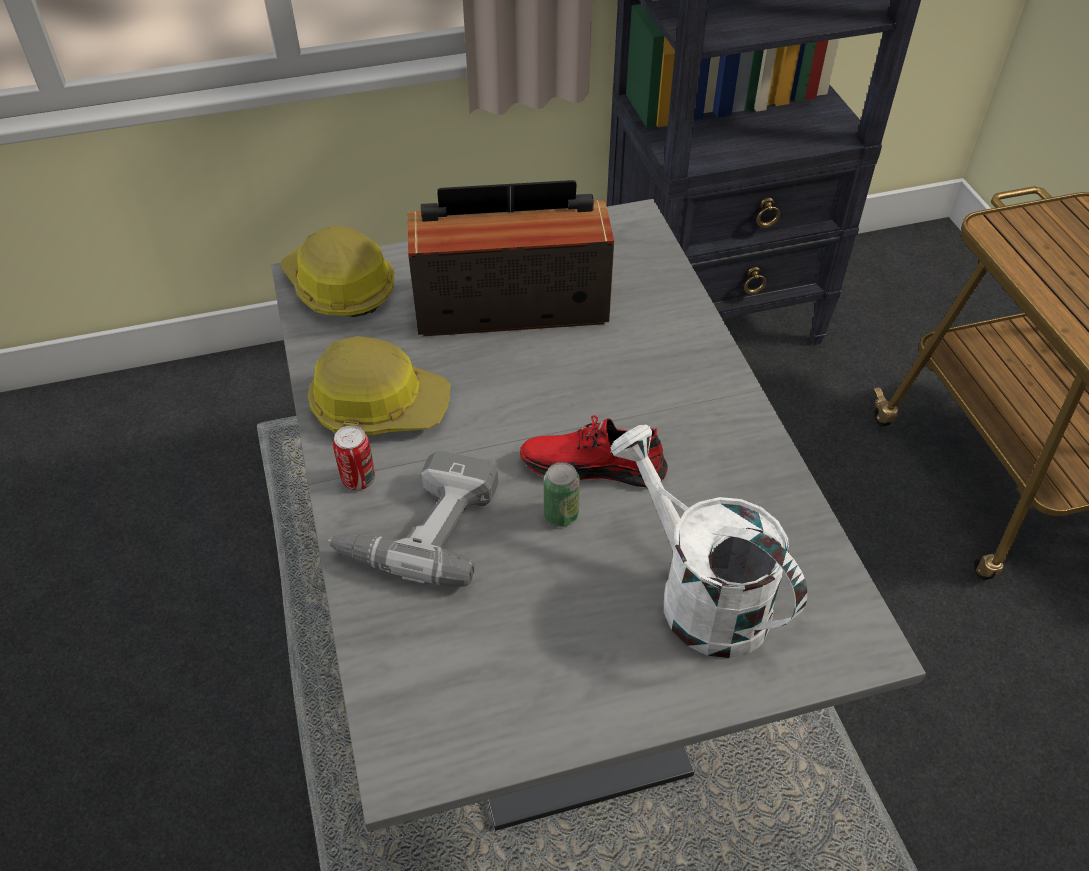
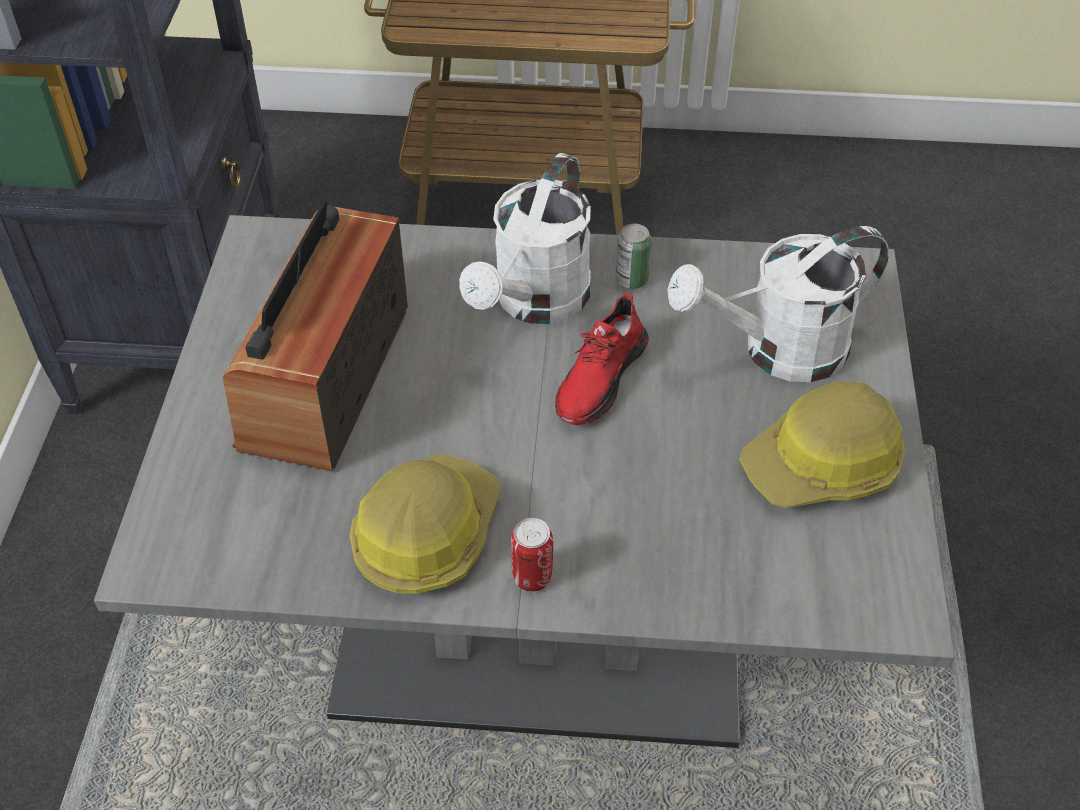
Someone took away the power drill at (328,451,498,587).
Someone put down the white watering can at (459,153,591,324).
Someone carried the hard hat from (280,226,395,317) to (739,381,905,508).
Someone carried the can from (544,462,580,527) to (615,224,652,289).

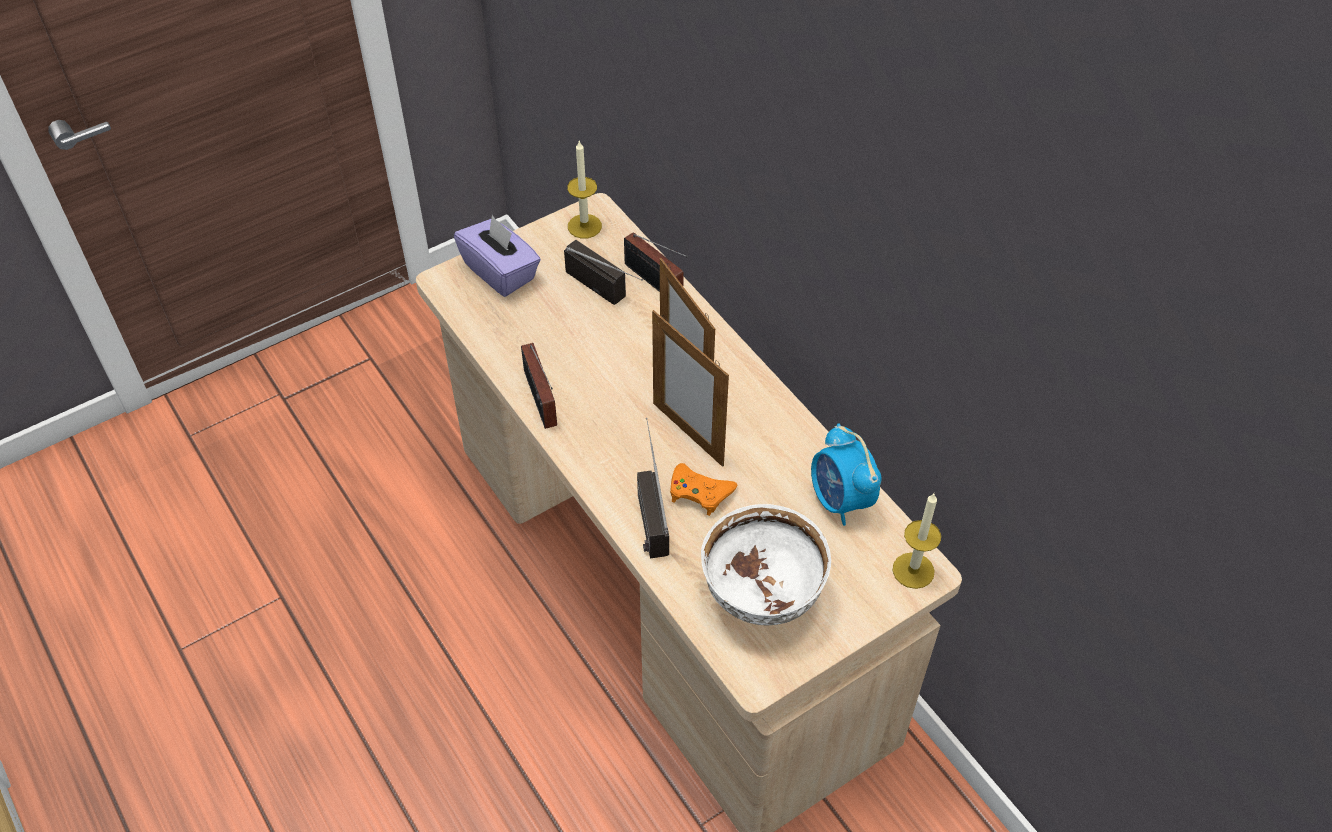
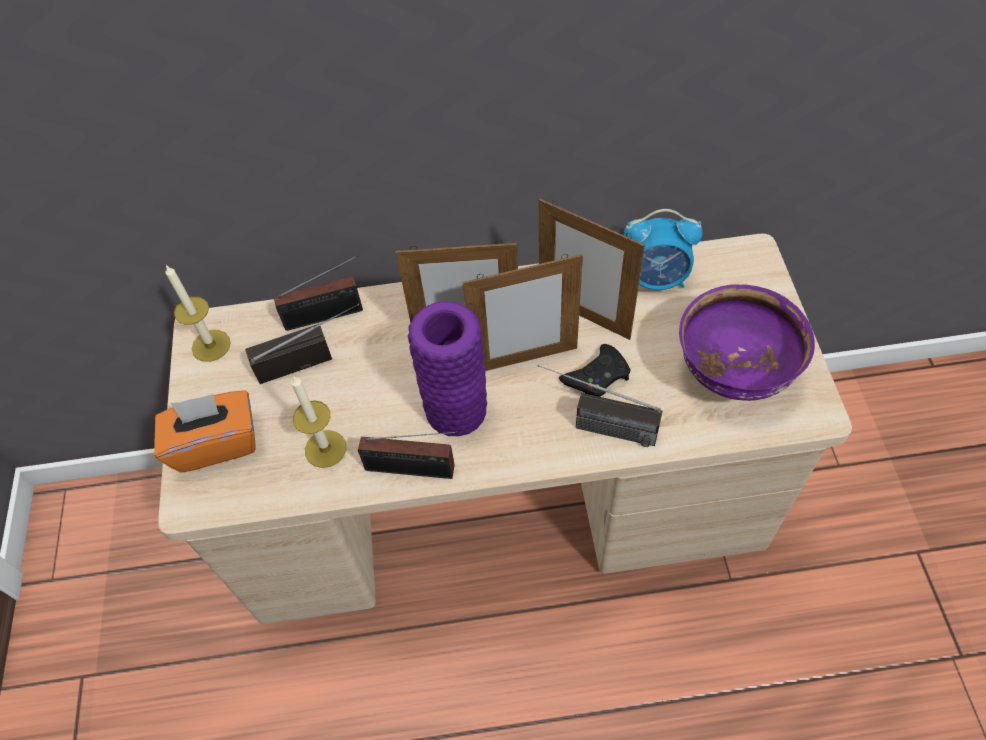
Someone put down the purple vase at (408,301,487,436).
Someone put down the picture frame at (539,199,645,340).
Someone carried the candle from (893,493,941,589) to (291,375,346,468).
Someone repainted the purple tissue box at (454,215,541,297), which became the orange tissue box at (154,390,256,472).
Someone repainted the orange game controller at (670,463,737,516), which became the black game controller at (559,344,630,397).
Someone repainted the white bowl at (701,504,831,626), which became the purple bowl at (679,284,815,401).

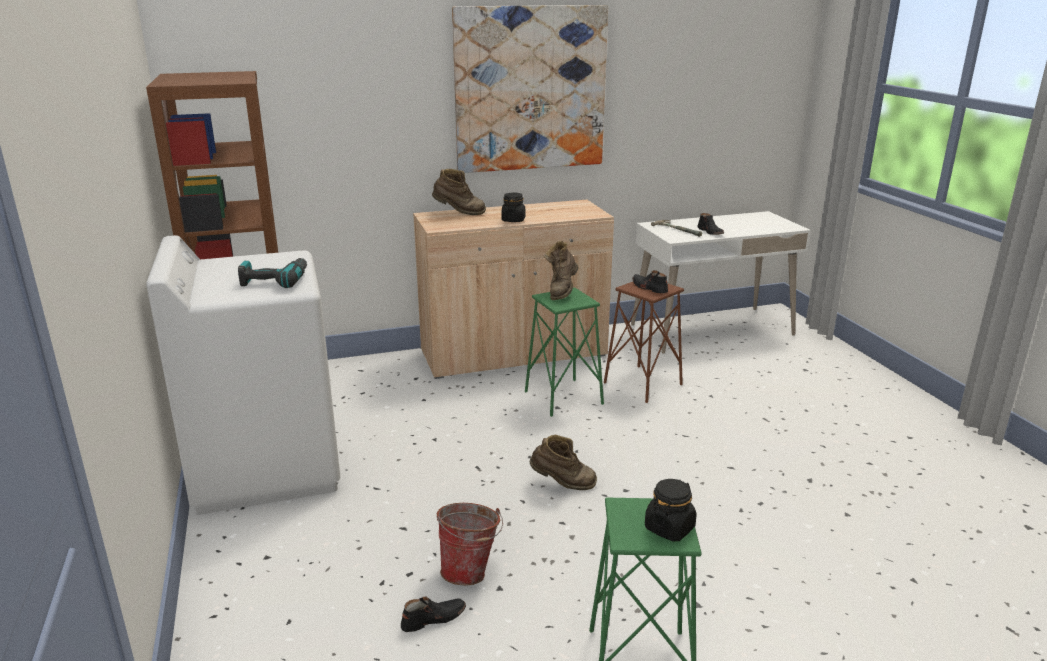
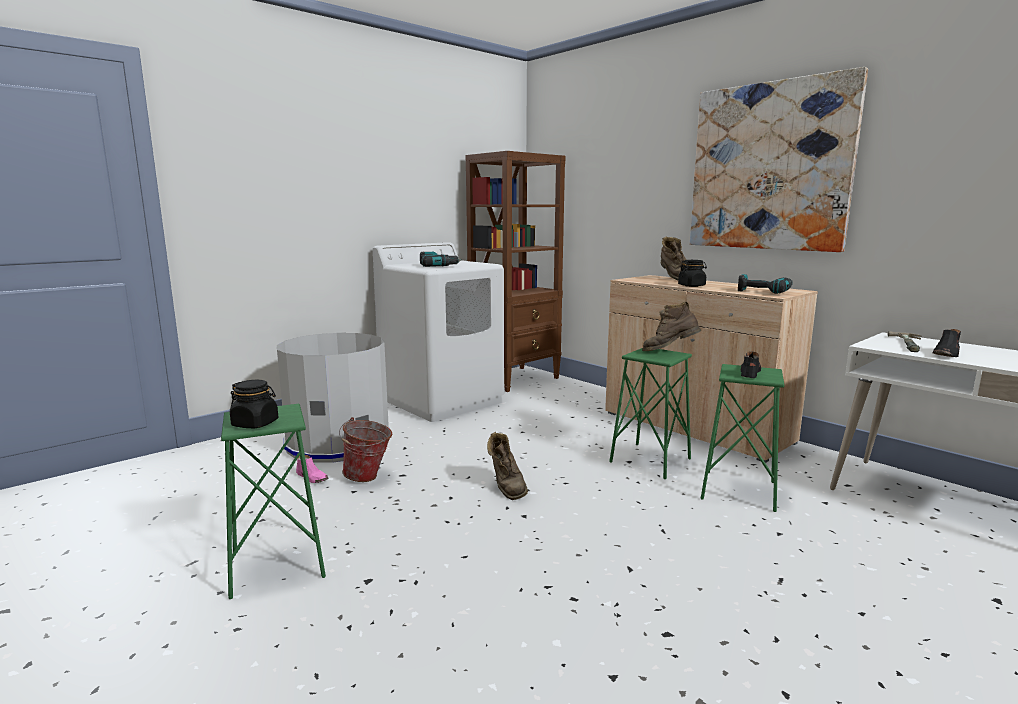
Someone put down the grey trash can at (277,333,390,463).
Someone put down the power drill at (738,274,793,294).
Someone repainted the black shoe at (401,597,466,632), which became the pink shoe at (296,455,328,483).
Someone repainted the brown stool at (604,282,684,403), which became the green stool at (701,364,784,512).

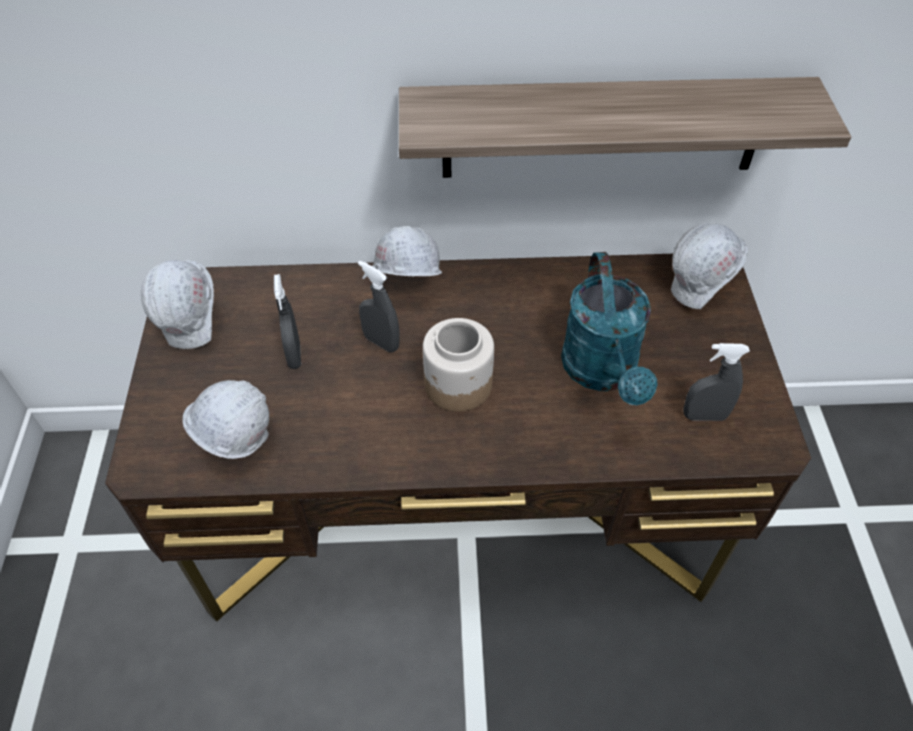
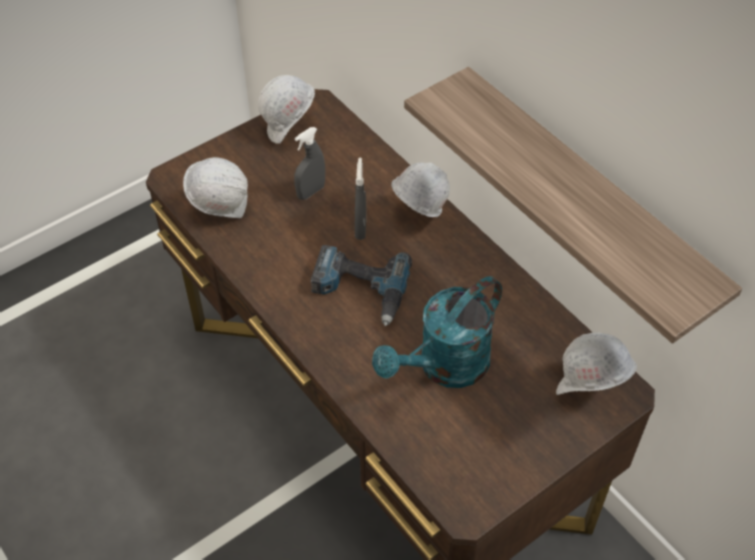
Someone took away the grey spray bottle at (683,343,750,421).
Someone swapped the jar at (423,318,494,412) for the power drill at (311,245,412,326).

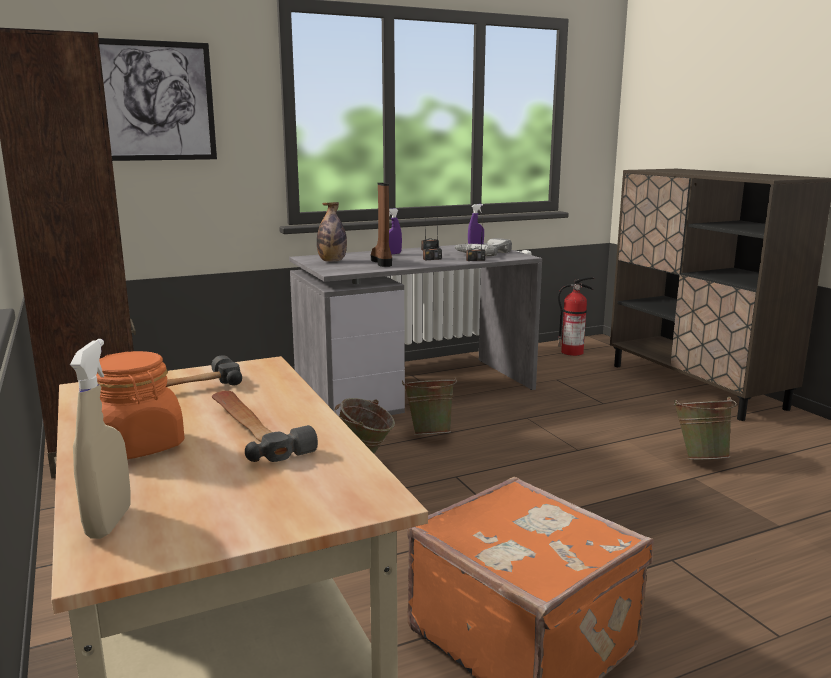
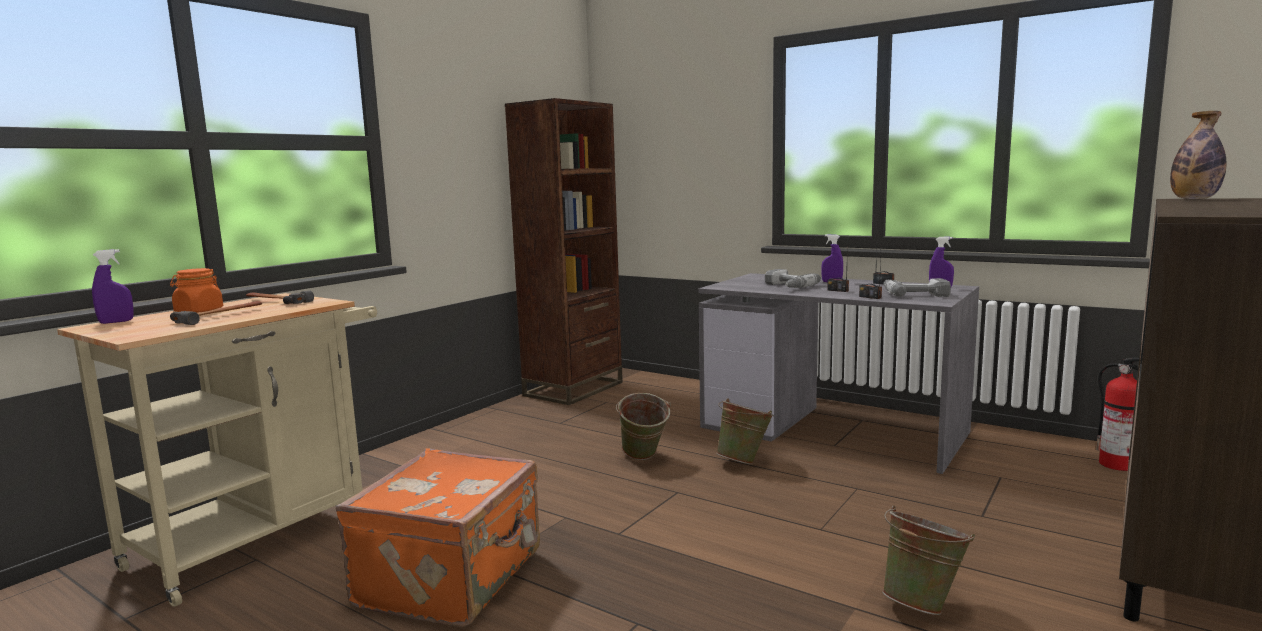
Someone took away the picture at (99,38,217,161).
Someone carried the bottle from (317,202,347,262) to (1170,111,1227,199).
Someone swapped the brown boot at (371,183,392,267) for the power drill at (765,269,821,288).
Someone repainted the beige spray bottle at (70,339,131,539), which became the purple spray bottle at (92,249,134,324).

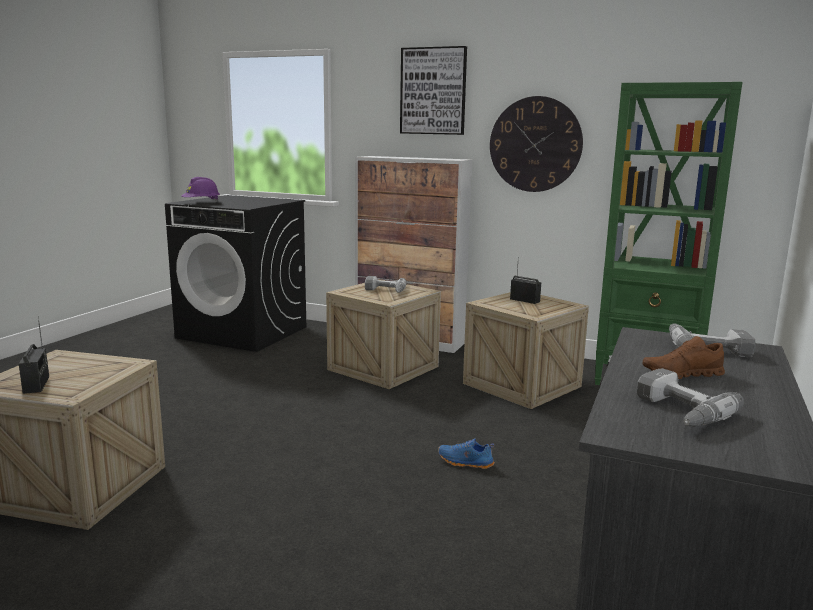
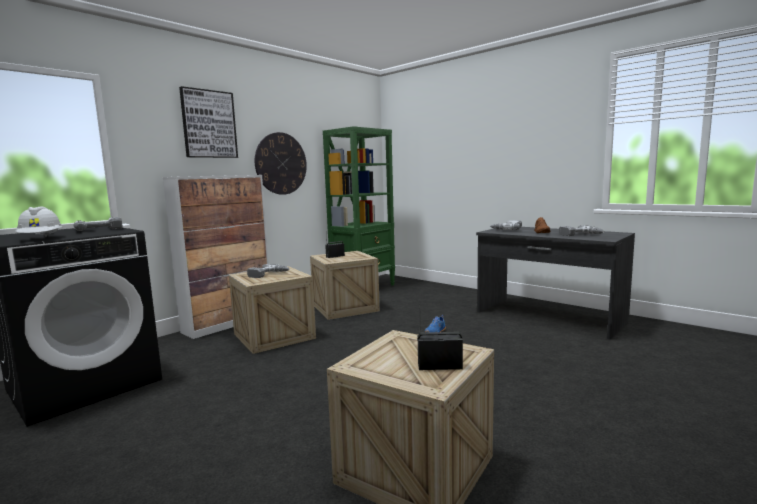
Someone put down the power drill at (73,217,123,231).
Someone repainted the purple hard hat at (181,177,220,202), which became the white hard hat at (16,206,63,237).

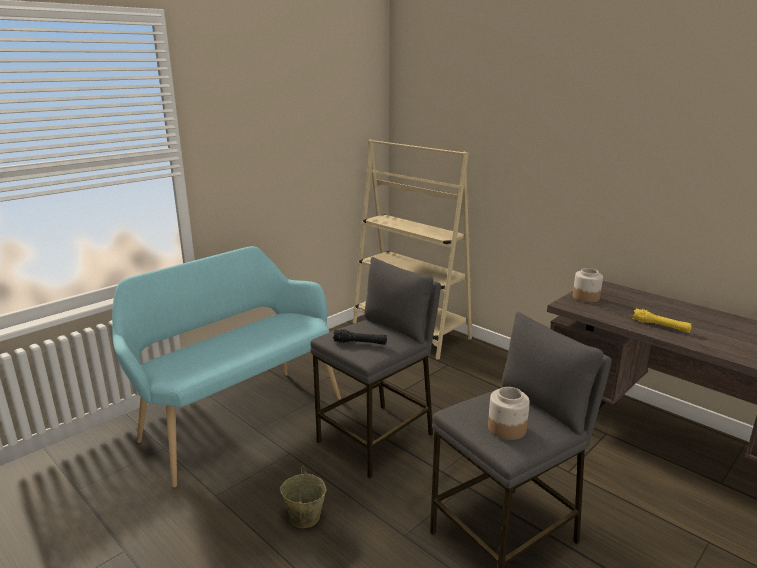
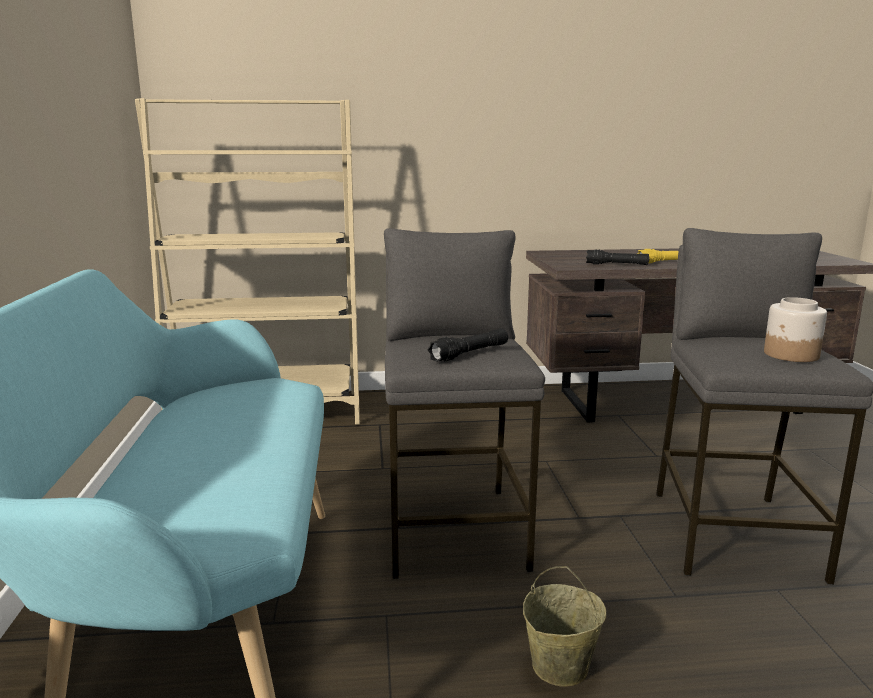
Someone took away the jar at (573,268,603,302).
Someone put down the black flashlight at (586,249,649,265).

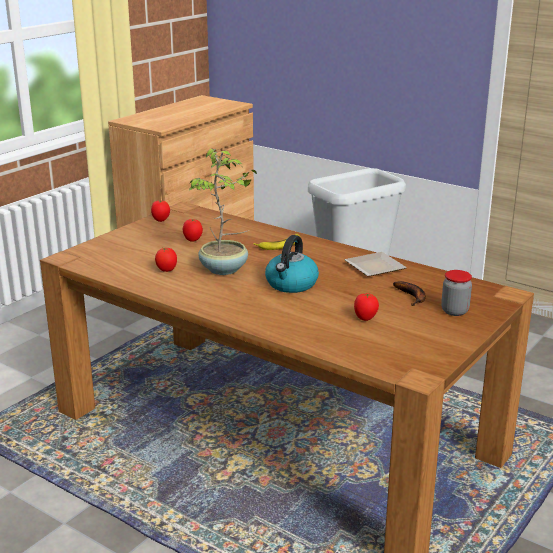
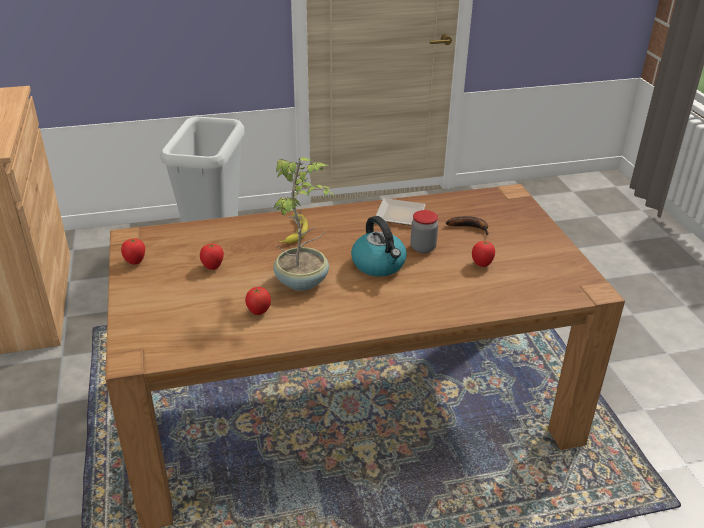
Someone carried the jar from (441,270,472,316) to (410,210,438,253).

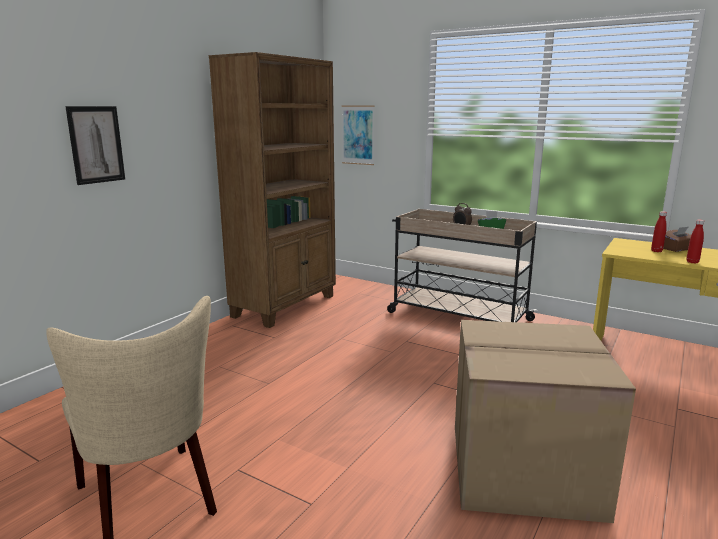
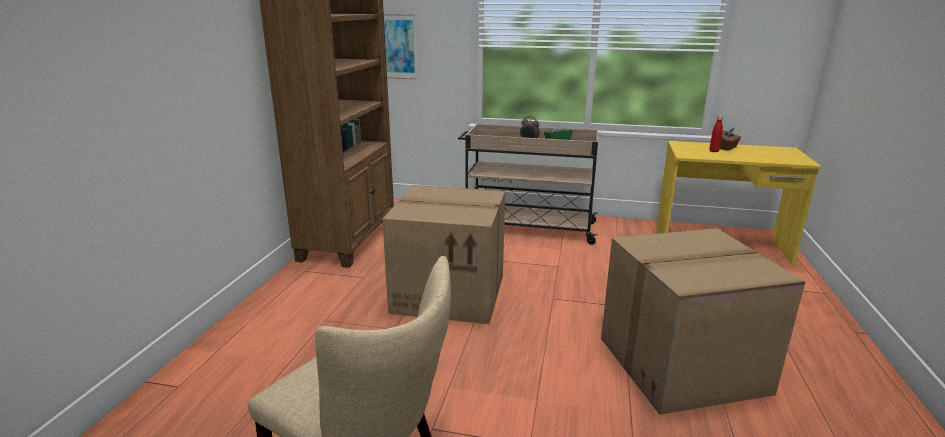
Someone took away the picture at (65,106,125,185).
Someone took away the red bottle at (686,220,704,264).
Someone put down the cardboard box at (382,185,505,324).

